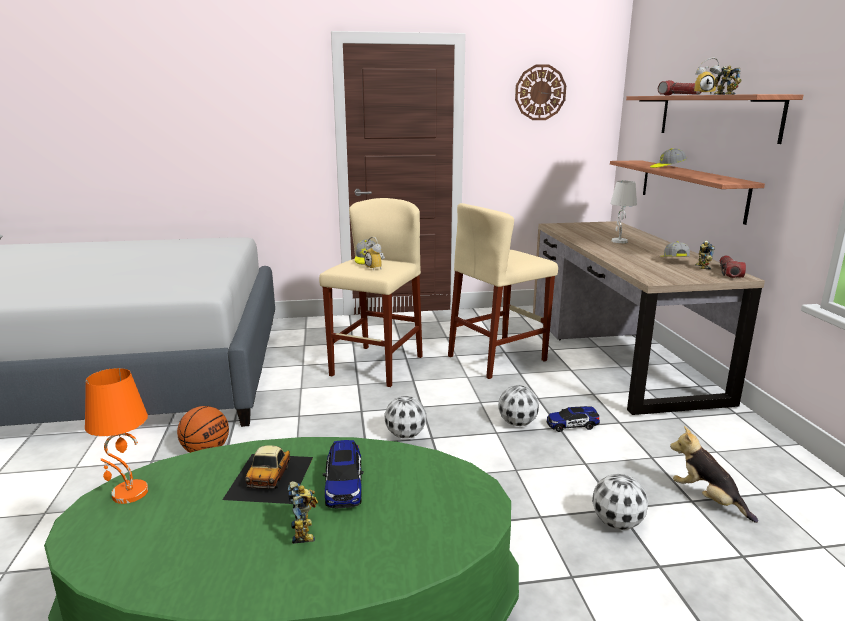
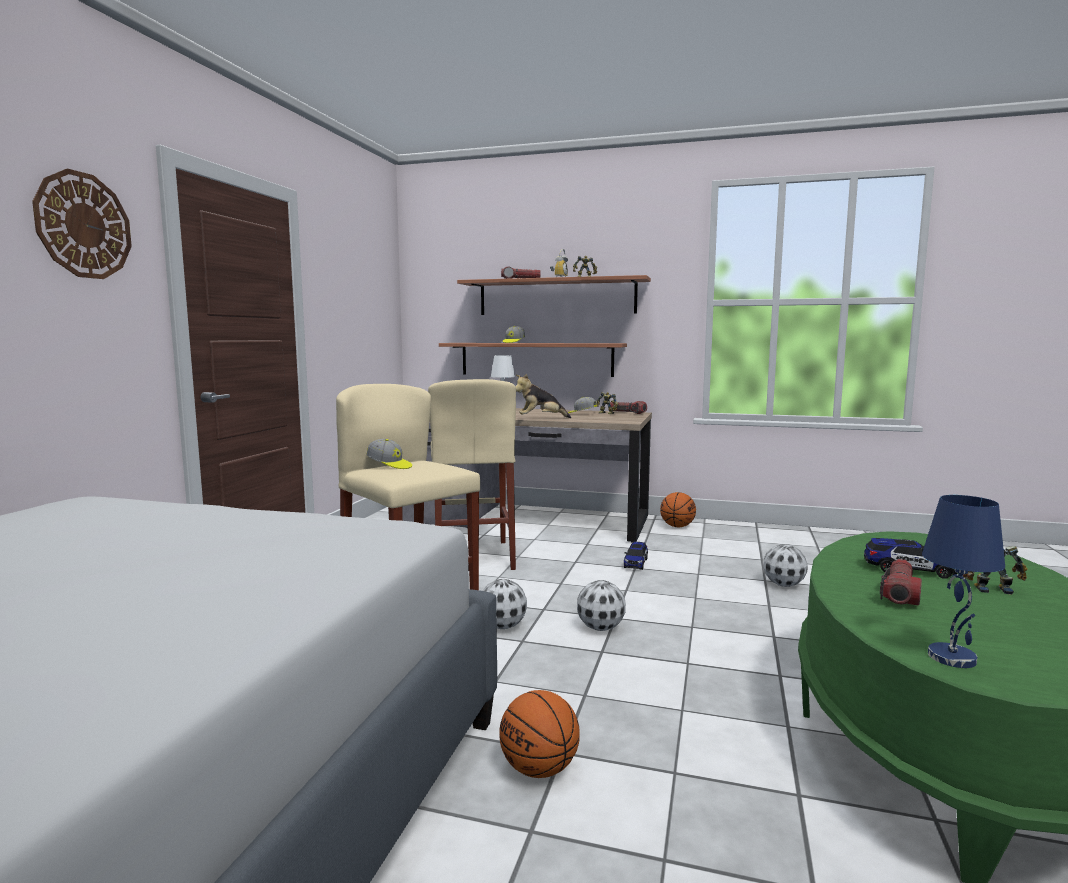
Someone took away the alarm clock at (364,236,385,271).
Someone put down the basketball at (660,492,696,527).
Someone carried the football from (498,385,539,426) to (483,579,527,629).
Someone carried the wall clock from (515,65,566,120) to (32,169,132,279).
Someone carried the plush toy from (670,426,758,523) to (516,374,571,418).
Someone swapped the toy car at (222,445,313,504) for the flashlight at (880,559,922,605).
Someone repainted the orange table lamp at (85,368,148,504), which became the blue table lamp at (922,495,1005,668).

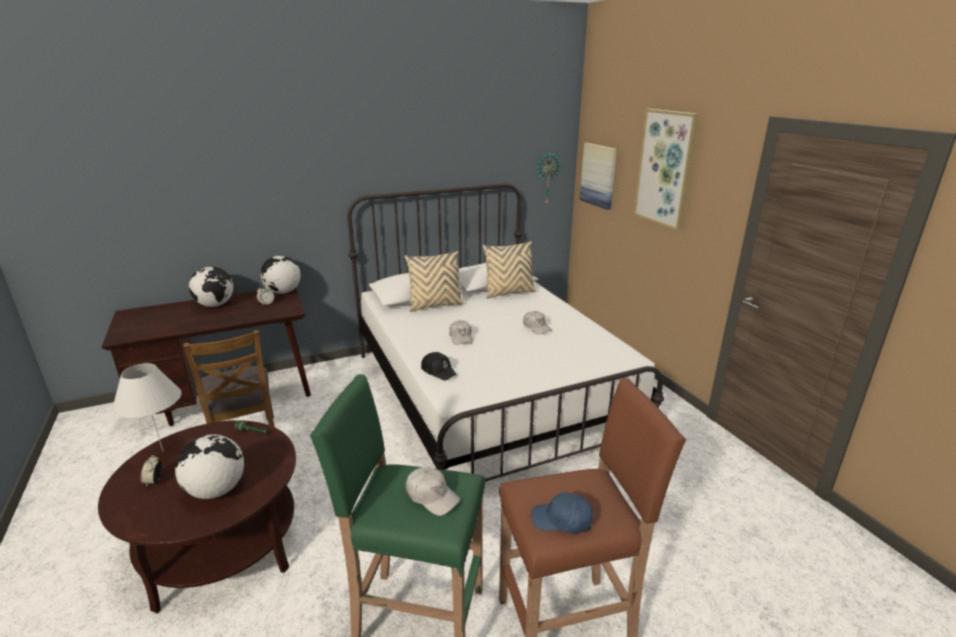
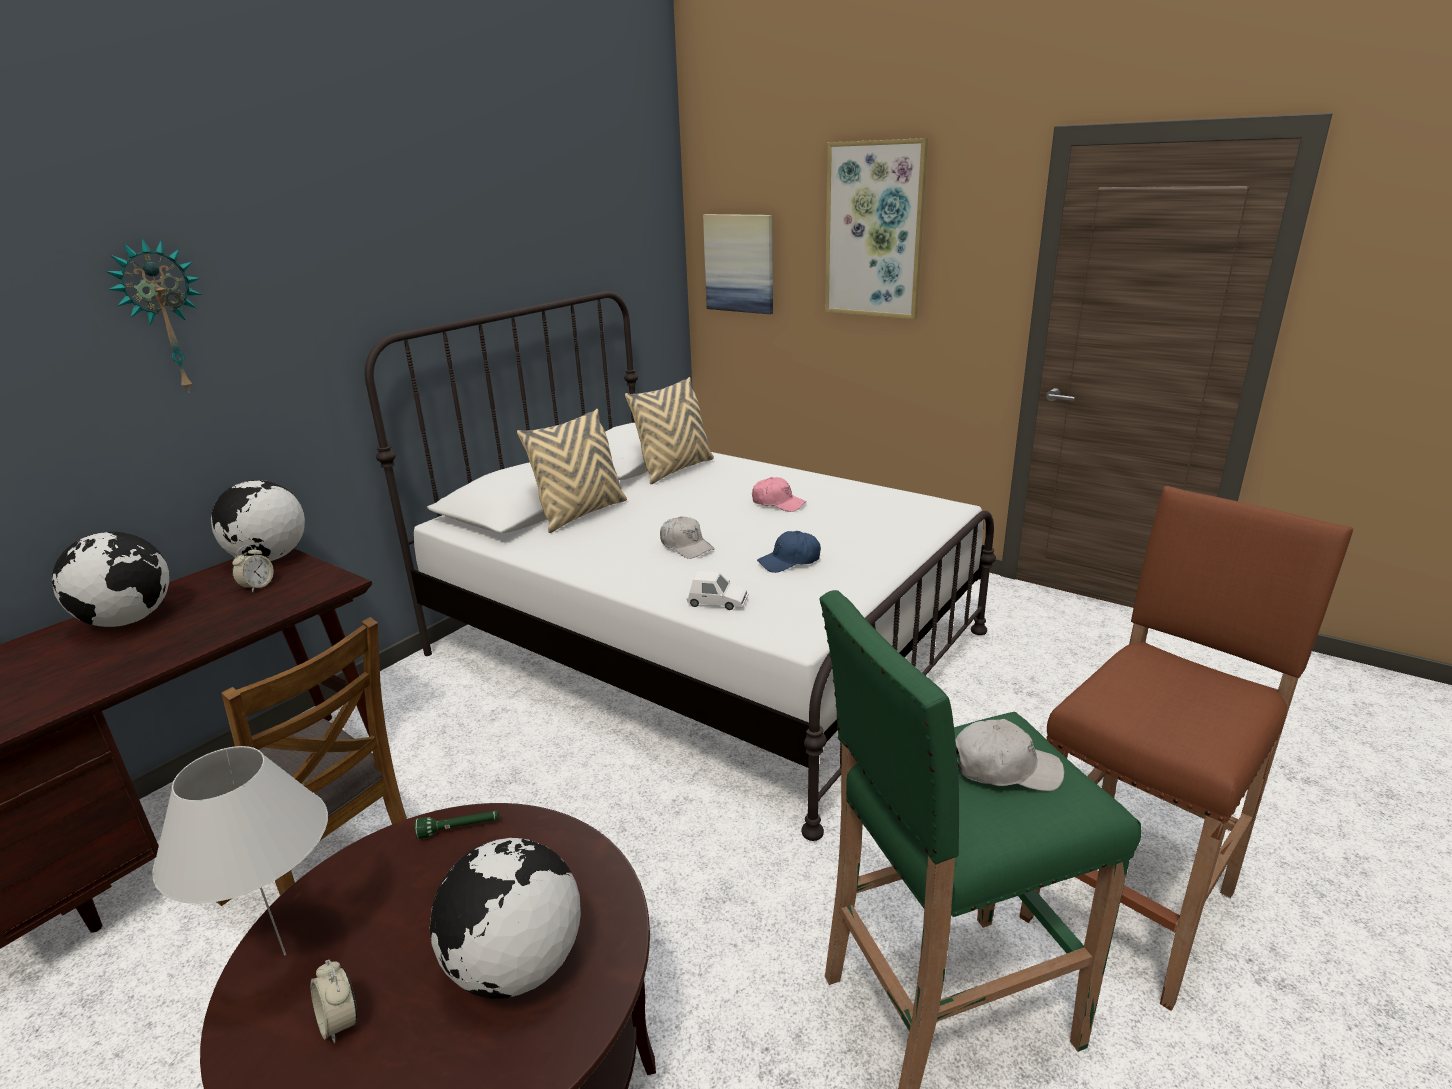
Someone carried the blue cap from (531,492,594,534) to (757,531,821,573).
Someone carried the wall clock from (536,152,561,205) to (105,238,202,393).
Someone swapped the black cap at (421,352,457,380) for the white toy car at (687,571,748,610).
Someone repainted the white cap at (523,311,552,334), which became the pink cap at (752,477,806,512).

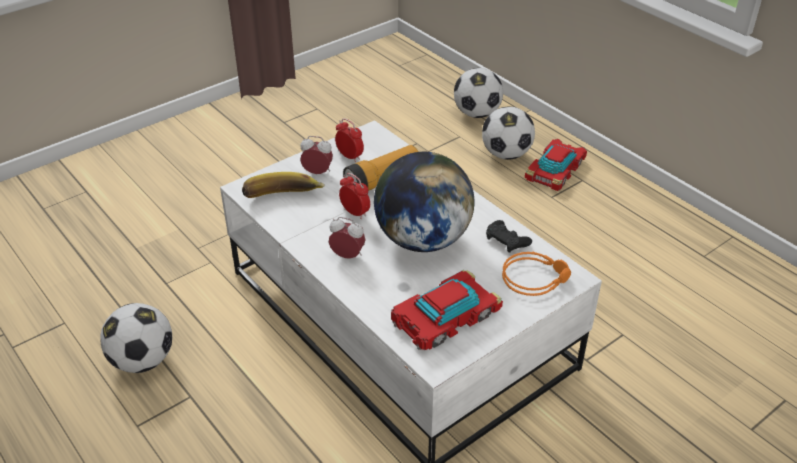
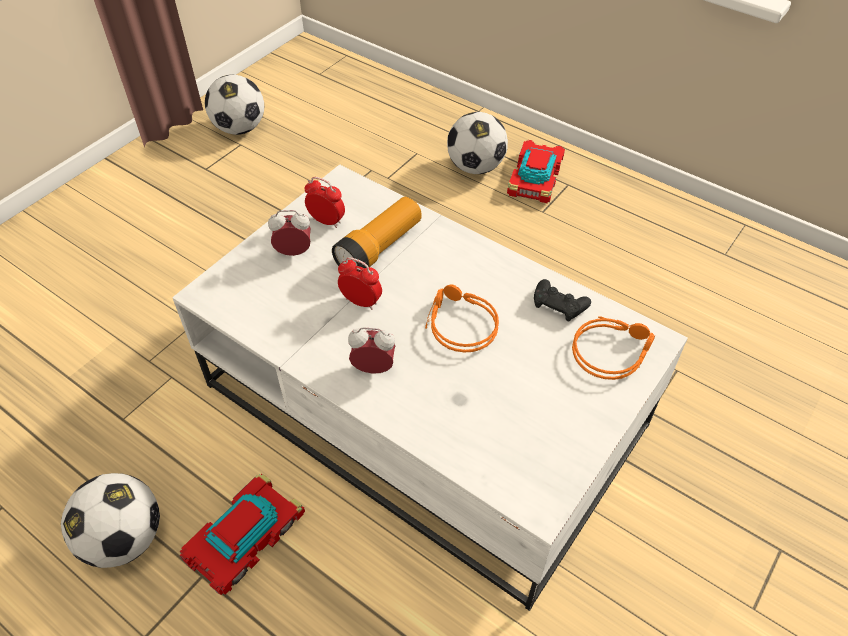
Someone took away the banana at (242,172,325,198).
Someone carried the toy car from (391,270,503,350) to (179,474,305,595).
Someone carried the football from (454,68,503,118) to (205,74,264,135).
Someone swapped the globe at (374,152,474,252) for the orange headphones at (425,284,499,352).

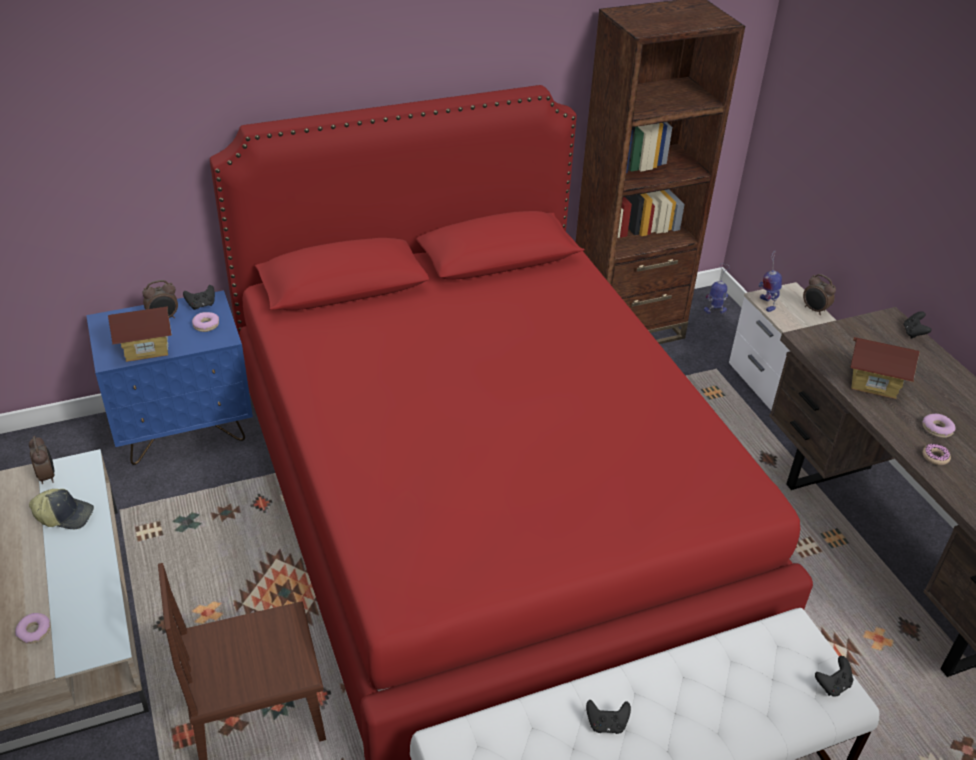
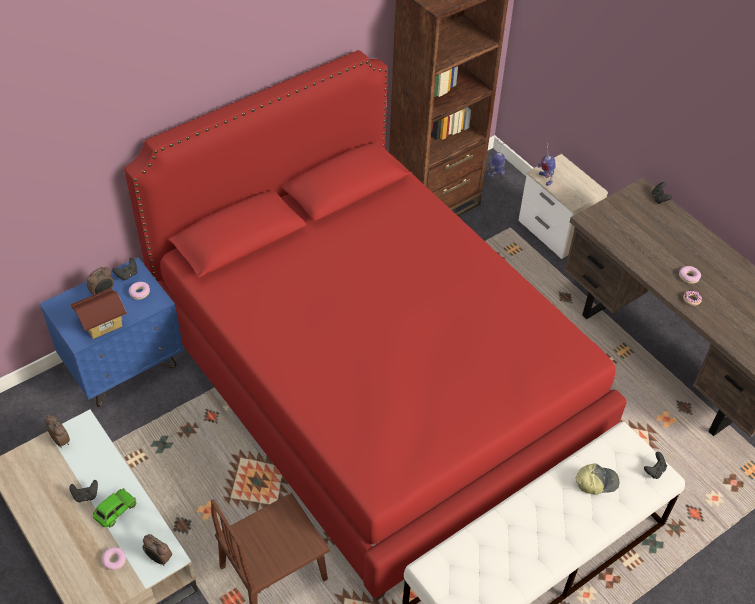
Someone took away the toy house at (850,337,920,399).
Someone put down the green toy car at (93,488,137,528).
Someone carried the cap from (29,489,94,529) to (576,463,620,495).
Someone carried the black game controller from (586,700,631,734) to (69,480,98,502).
Someone carried the alarm clock from (803,274,836,315) to (142,534,172,566).

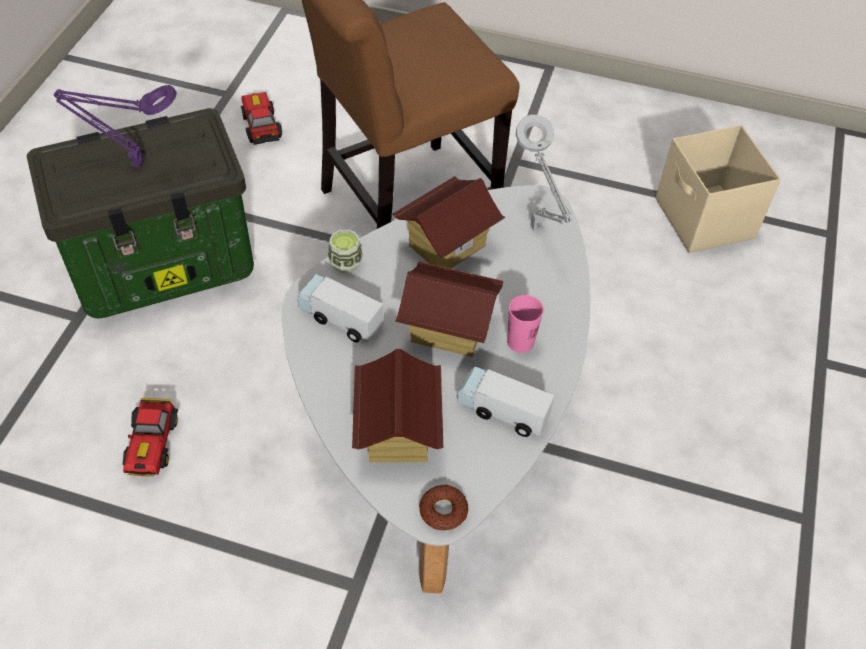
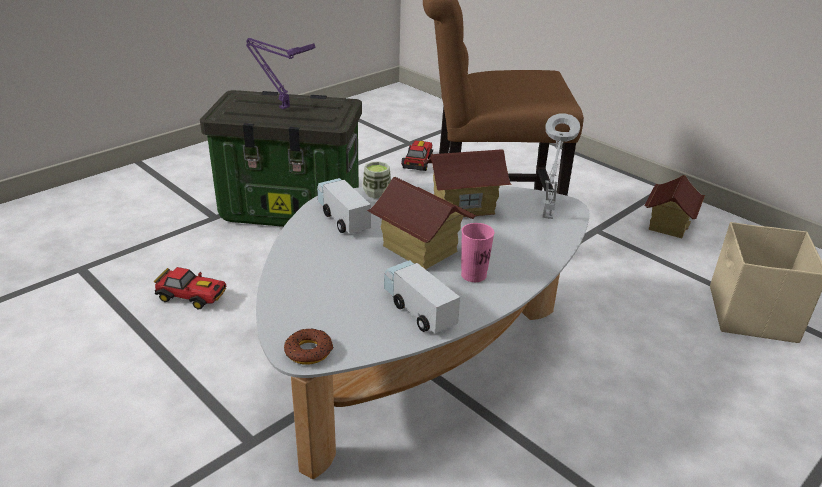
Someone carried the toy house from (352,349,443,462) to (644,175,705,238).
Someone rotated the toy car at (123,398,178,476) by 105 degrees counterclockwise.

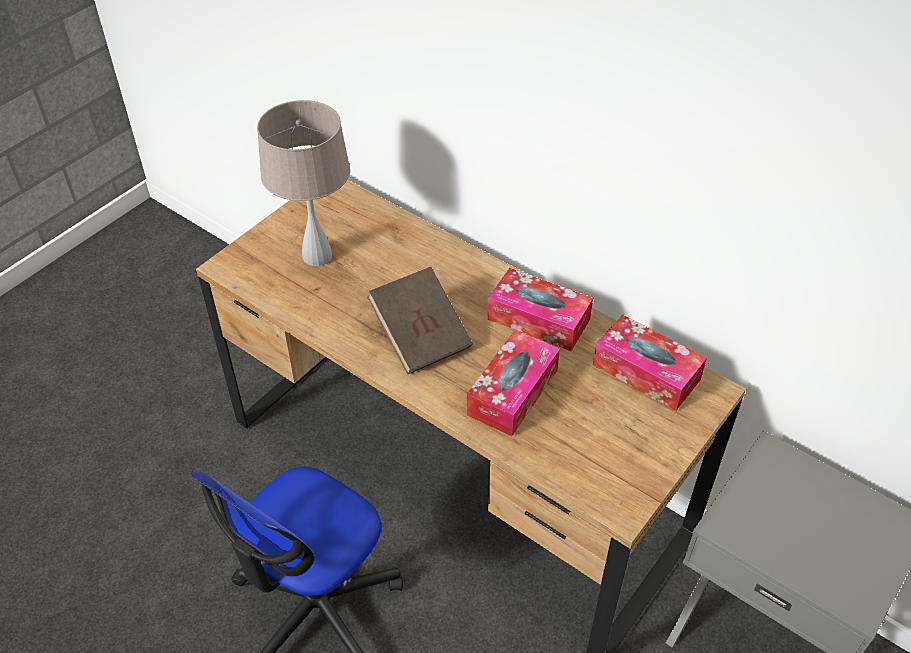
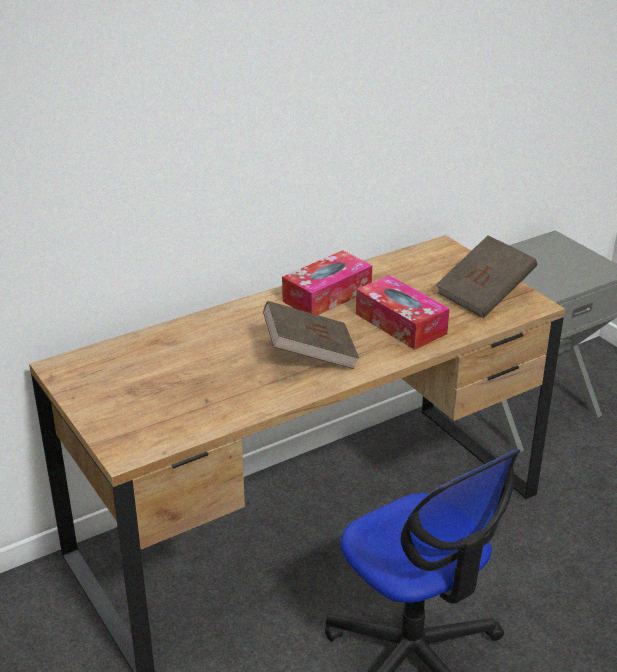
Someone took away the beige table lamp at (257,100,350,266).
Someone took away the tissue box at (593,314,707,411).
Someone put down the brown book at (436,235,537,318).

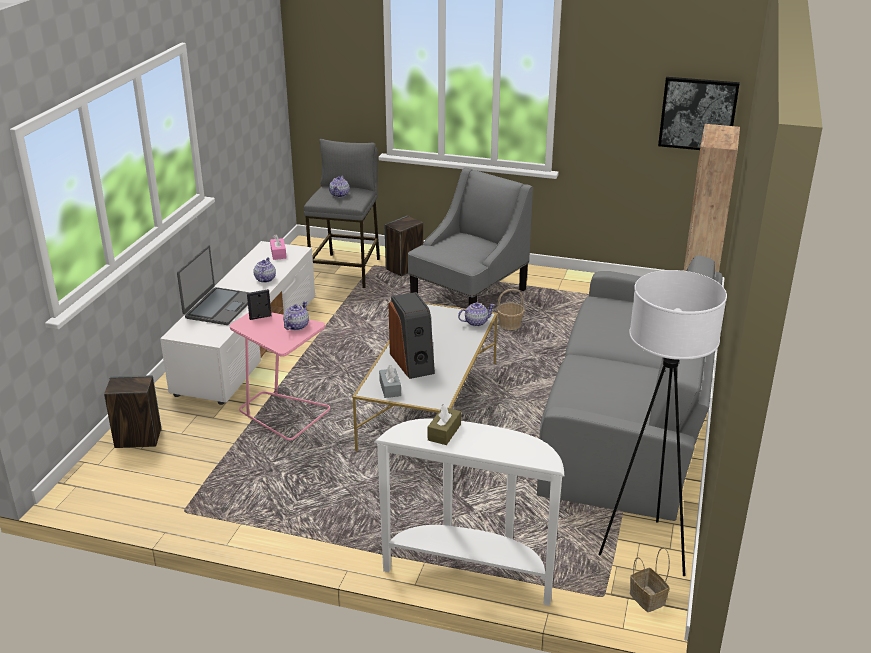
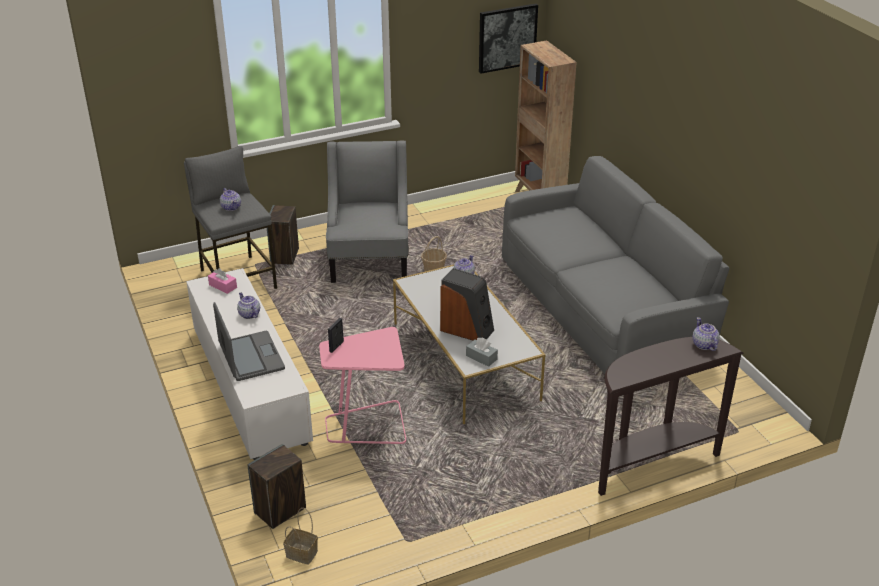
Someone took away the brown tissue box at (428,404,461,445).
Someone took away the white floor lamp at (598,270,727,576).
Someone carried the teapot from (283,301,309,330) to (692,317,719,351).
Someone carried the basket from (630,547,670,612) to (283,508,318,565).
Someone repainted the white console table at (374,418,564,606), which became the brown console table at (598,337,743,496).

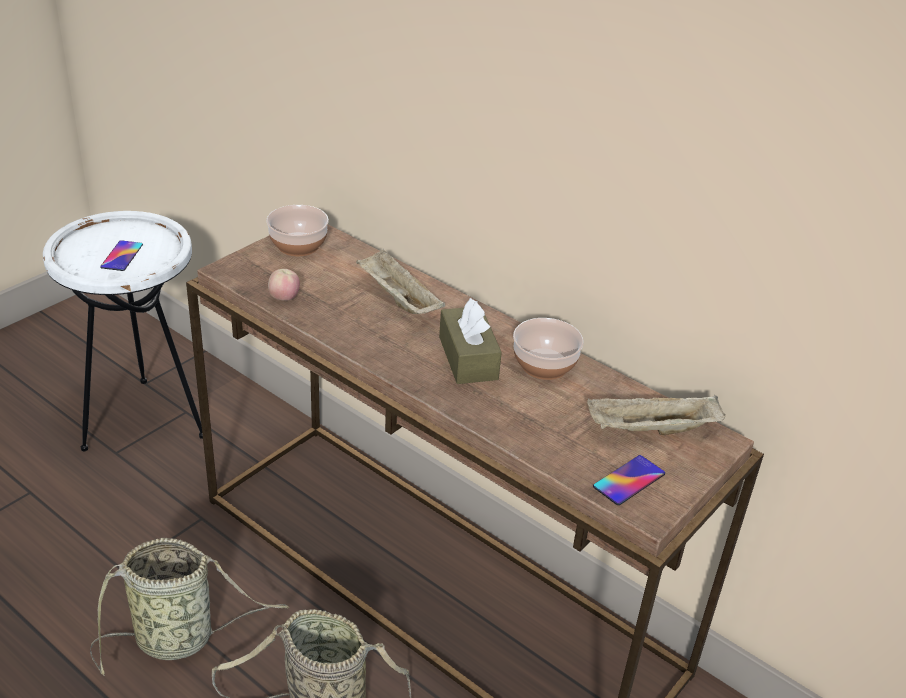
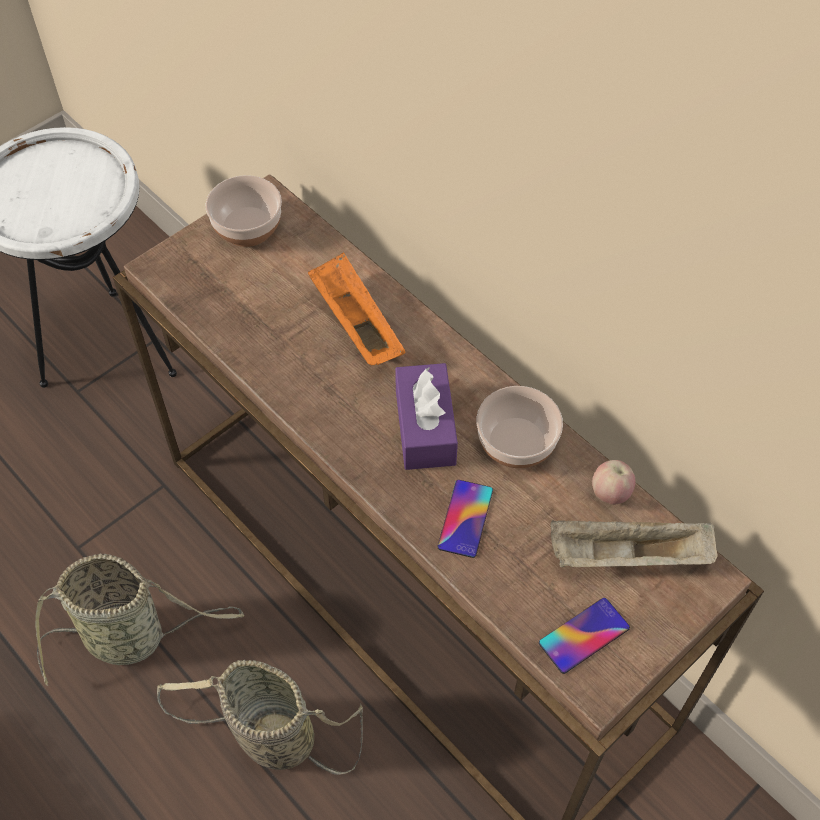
Someone carried the phone from (100,240,143,271) to (437,480,493,558).
Someone carried the apple from (268,269,300,301) to (592,460,635,505).
Someone repainted the beige tray at (356,248,446,314), which became the orange tray at (308,252,406,366).
Someone repainted the brown tissue box at (439,298,502,384), which became the purple tissue box at (395,363,458,470).

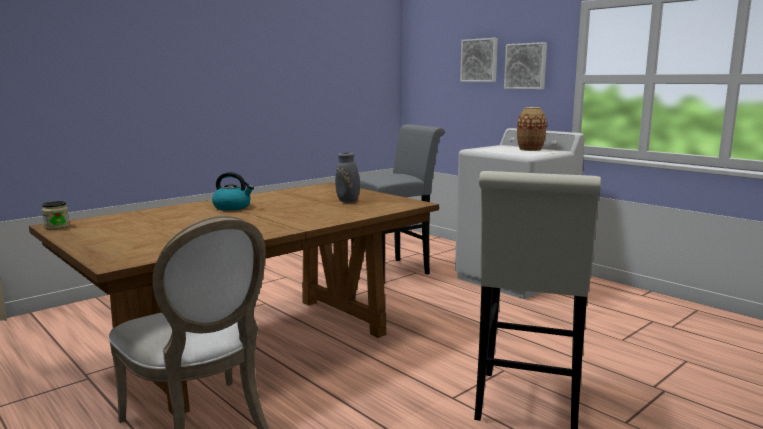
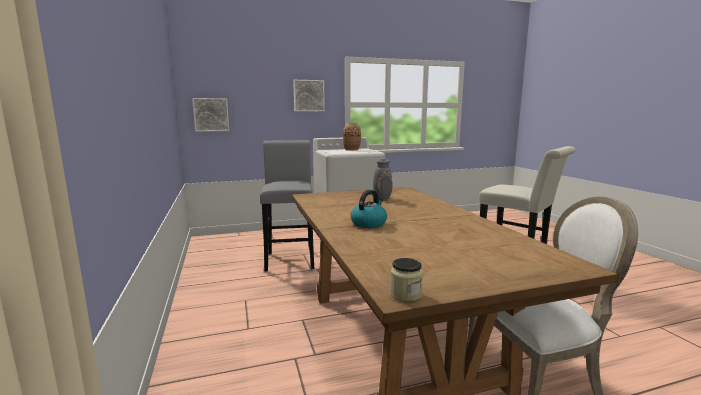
Someone carried the picture from (460,38,498,82) to (192,98,229,132).

